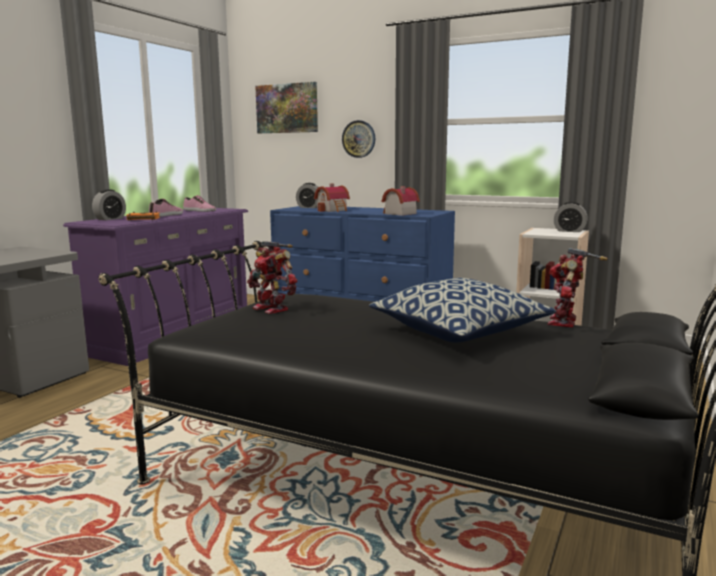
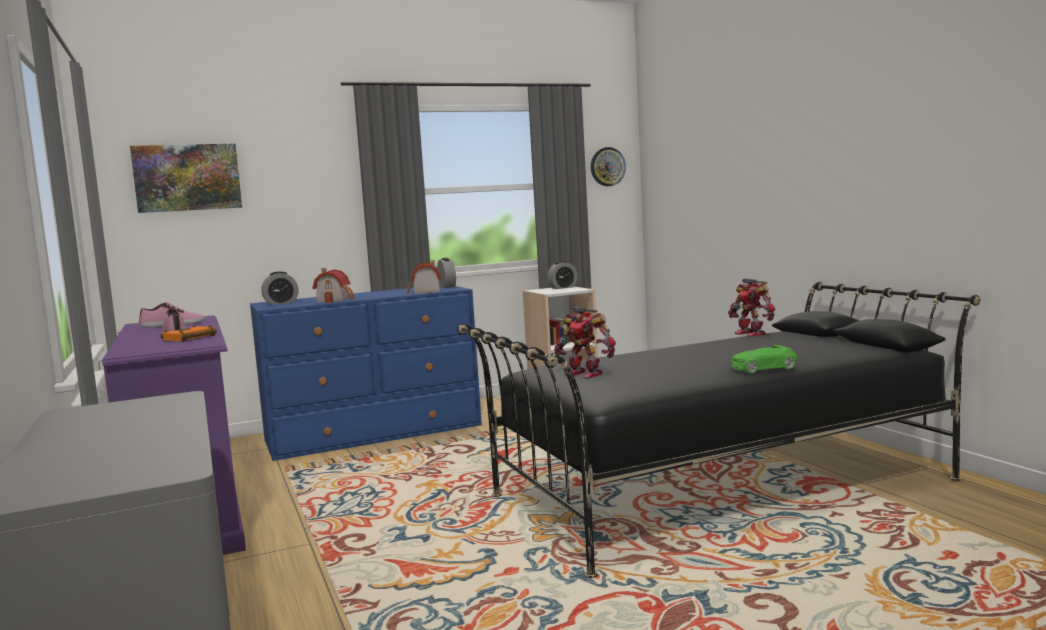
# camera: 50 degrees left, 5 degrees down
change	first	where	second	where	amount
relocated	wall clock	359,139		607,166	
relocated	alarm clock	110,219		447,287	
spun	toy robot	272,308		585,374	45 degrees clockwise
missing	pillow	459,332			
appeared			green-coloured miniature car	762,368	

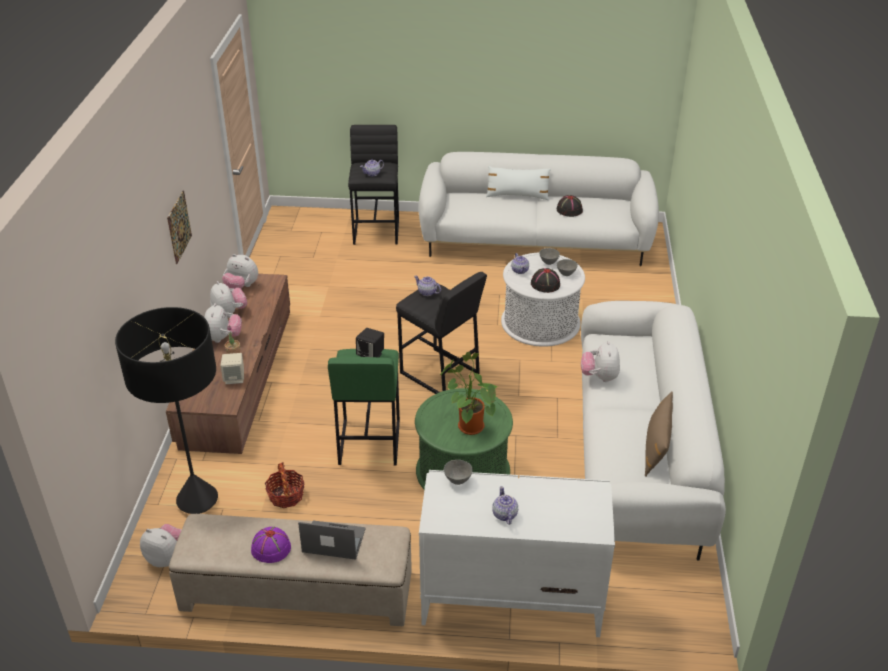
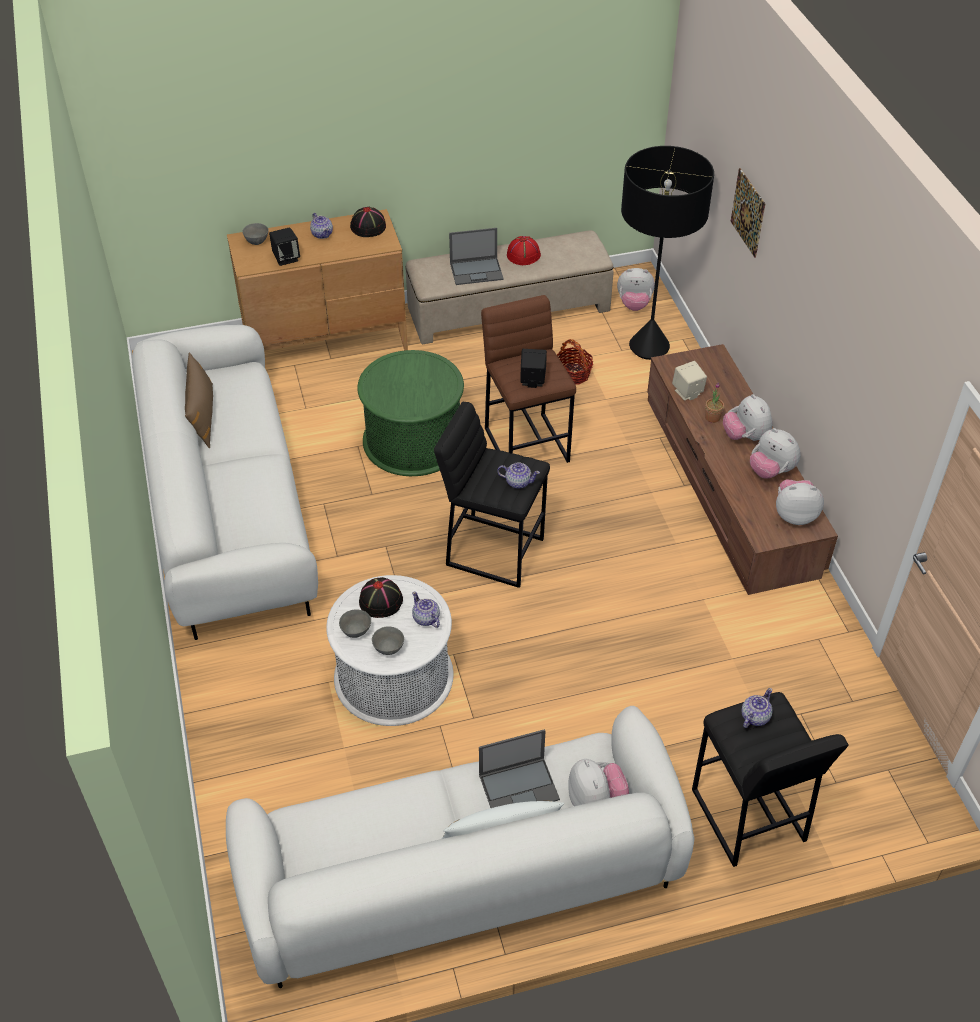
# camera: 160 degrees right, 10 degrees up
change	first	where	second	where	amount
relocated	wall art	179,227		748,212	
relocated	black clothing hat	569,209		368,227	
relocated	plush toy	599,377		596,801	
colour	green-coloured sitting stool	369,443	brownish sitting stool	526,443	
missing	potted plant	468,426			
relocated	gray deep dish	457,481		257,242	
colour	whitish cabinet	510,601	brownish cabinet	326,343	
colour	purplish clothing hat	270,548	red-coloured clothing hat	523,255	
appeared			black speaker	286,258	
appeared			notebook computer	519,787	

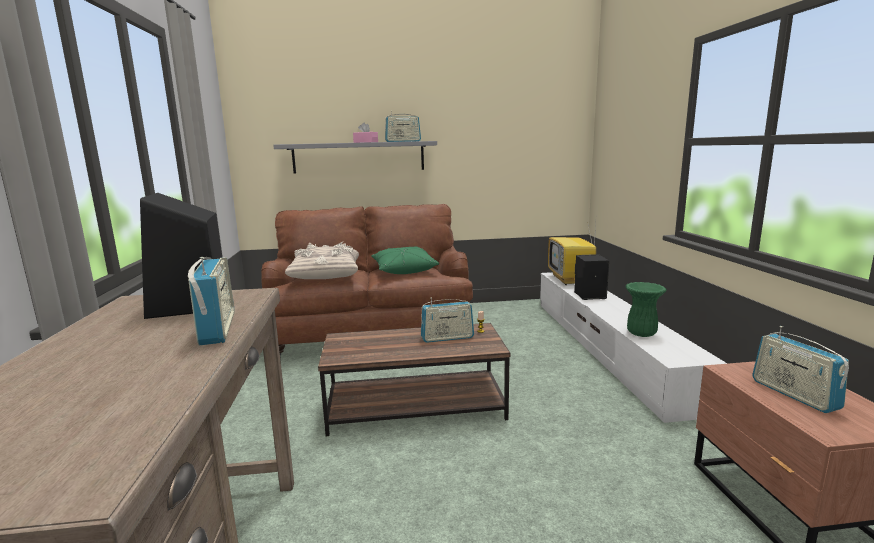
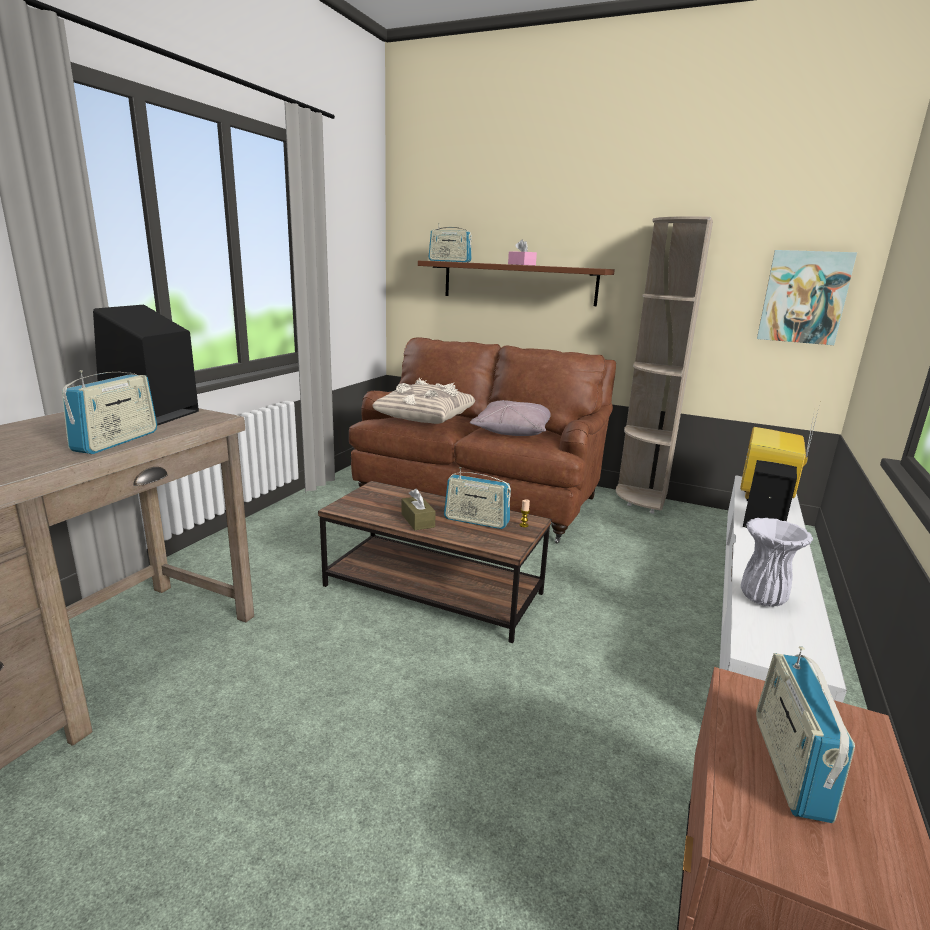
# camera: 30 degrees right, 5 degrees up
change	first	where	second	where	amount
relocated	radio set	403,141		449,261	
colour	gray shelf	359,157	brownish shelf	518,283	
colour	green-coloured pillow	403,270	purplish pillow	513,430	
colour	green-coloured decorative vase	640,333	whitish decorative vase	761,598	
appeared			beige-coloured bookshelf	640,503	
appeared			wall art	804,297	
appeared			brownish tissue box	417,520	

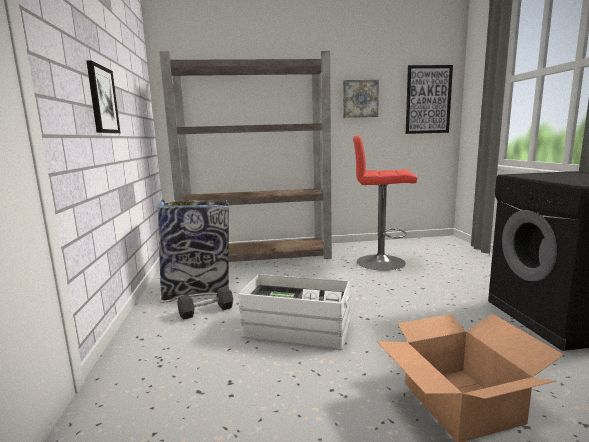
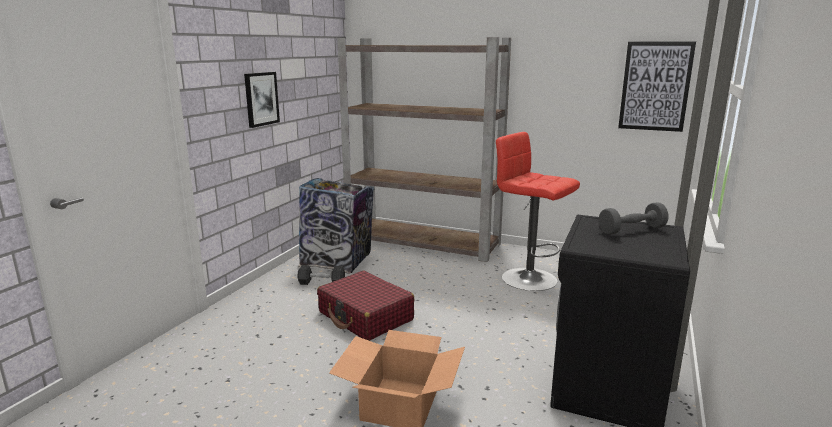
# camera: 30 degrees right, 5 degrees up
change	first	where	second	where	amount
missing	wall art	360,99			
exchanged	whitish storage box	297,328	red-coloured travel case	365,316	
appeared			gray hand weight	631,230	

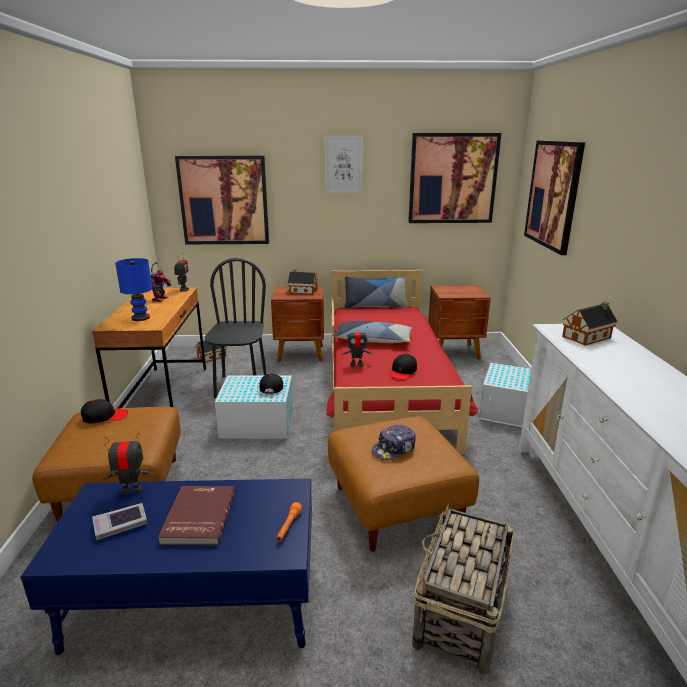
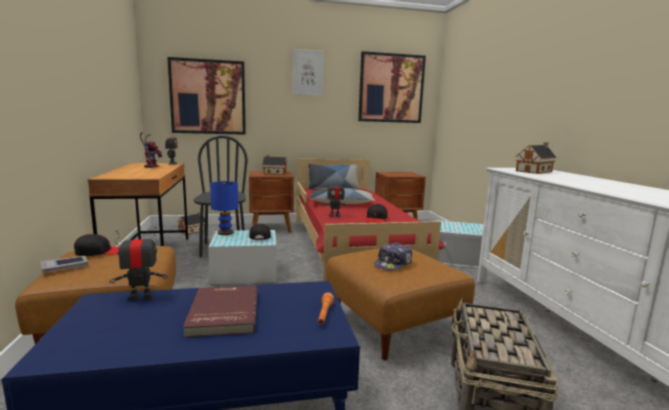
# camera: 10 degrees left, 10 degrees down
change	first	where	second	where	amount
missing	wall art	553,194			
relocated	blue tabletop lamp	141,318		226,232	
relocated	volume	120,524		65,267	

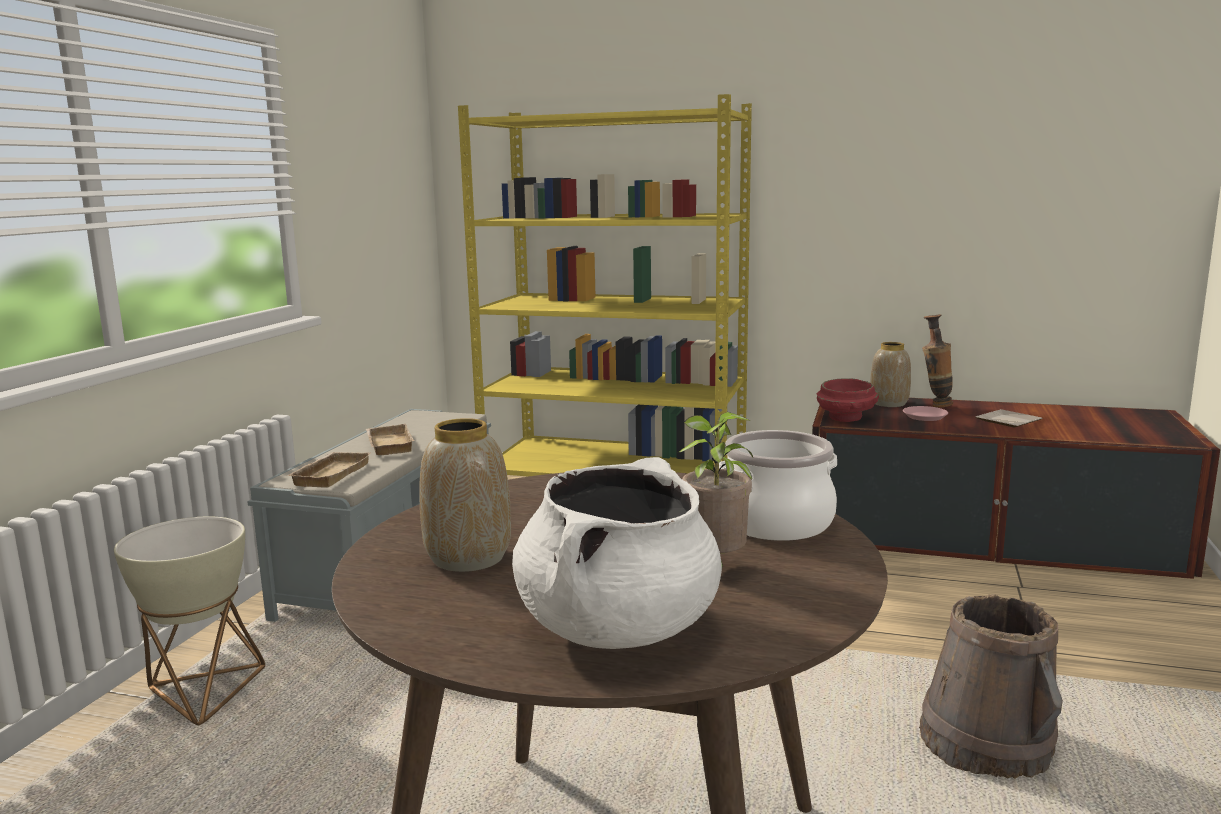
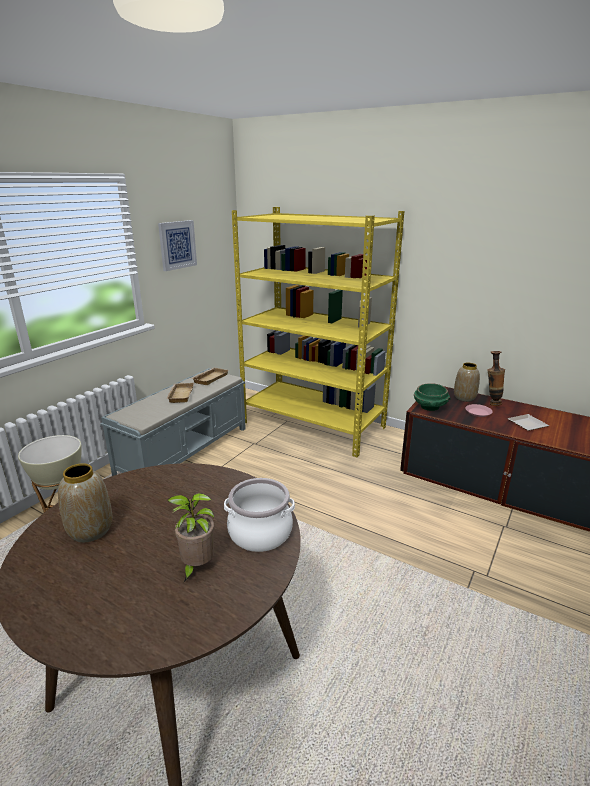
# camera: 15 degrees right, 10 degrees up
change	first	where	second	where	amount
colour	red-coloured deep dish	846,418	green-coloured deep dish	430,407	
relocated	beige-coloured serving tray	329,474		210,378	
missing	whitish saucepot	618,628			
missing	brownish bucket	986,742			
appeared			wall art	177,245	

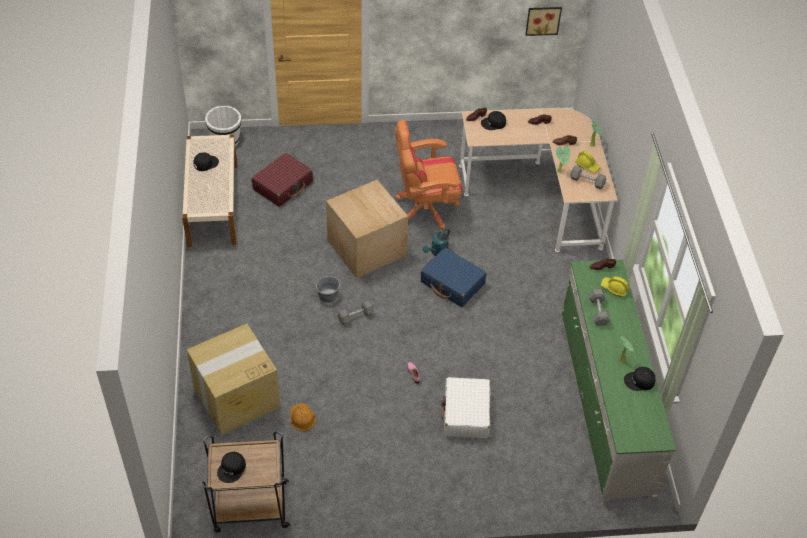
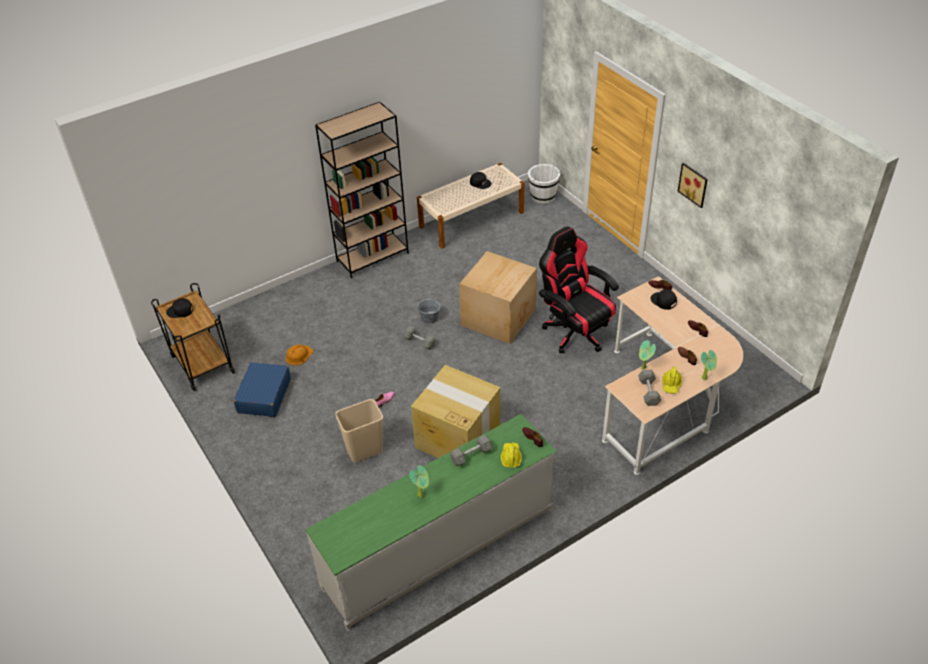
# camera: 65 degrees right, 5 degrees down
change	first	where	second	where	amount
relocated	wall art	543,20		694,184	
colour	orange computer chair	426,208	black computer chair	576,333	
missing	red-coloured travel case	283,186			
missing	blue-green sprinkling can	437,252			
relocated	blue travel case	452,283		264,396	
relocated	carton	235,398		457,437	
missing	black peaked cap	639,381			
exchanged	whitish travel case	466,413	beige-coloured waste bin	364,451	
appeared			beige-coloured bookshelf	373,257	

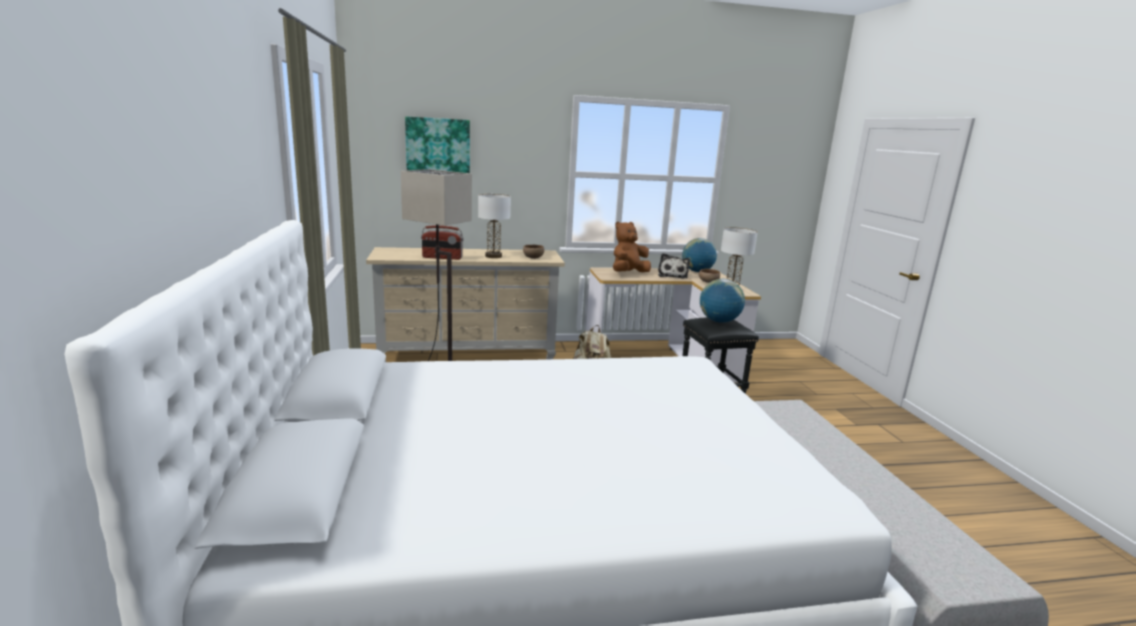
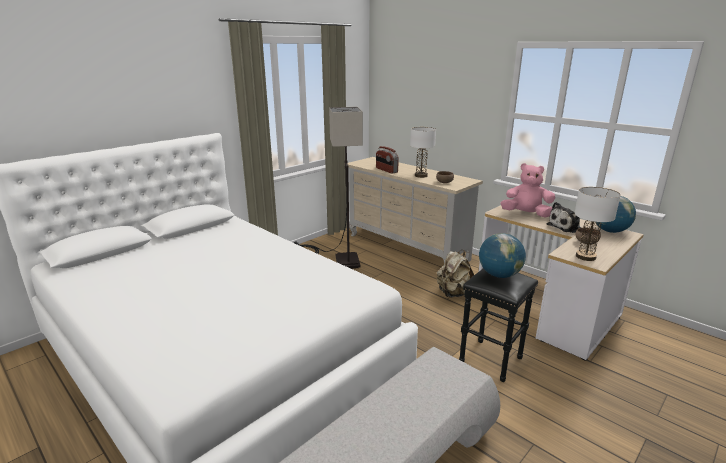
# camera: 55 degrees right, 5 degrees up
change	first	where	second	where	amount
missing	wall art	438,150			
colour	brownish plush toy	628,273	pinkish plush toy	526,214	

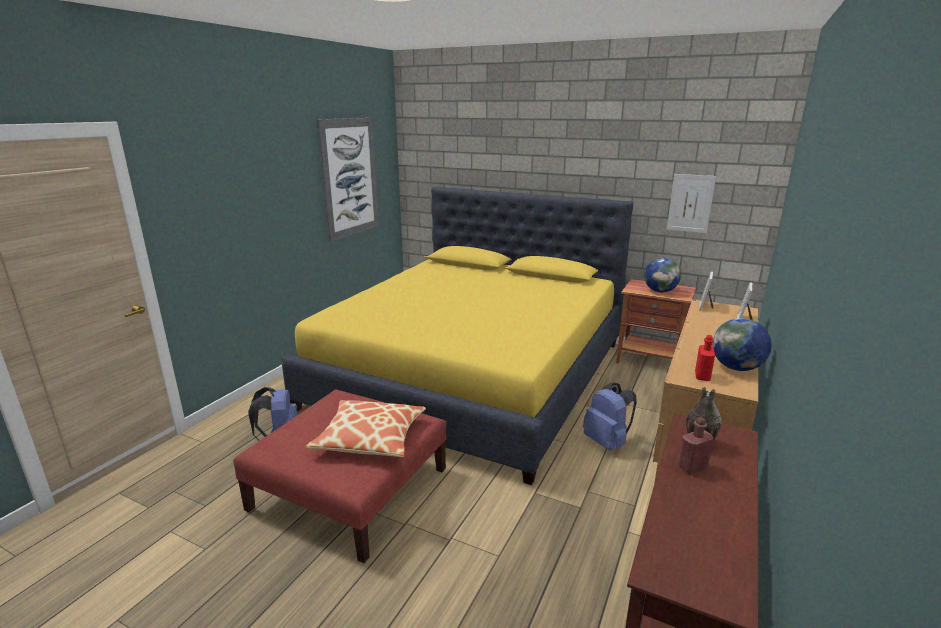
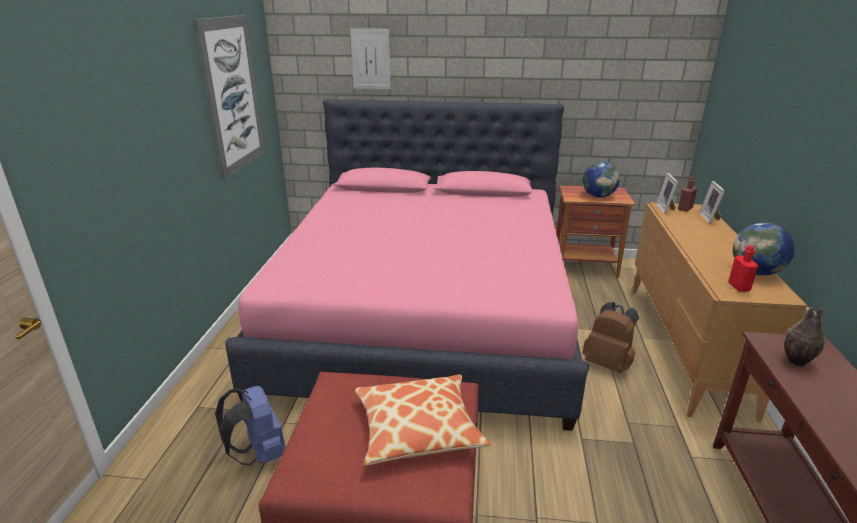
# camera: 20 degrees left, 5 degrees up
change	first	where	second	where	amount
relocated	wall art	690,203		370,59	
colour	yellow-coloured bedroom bed	472,373	pinkish bedroom bed	425,313	
colour	blue backpack	607,442	brownish backpack	608,363	
relocated	red-coloured drink bottle	692,467		685,209	

